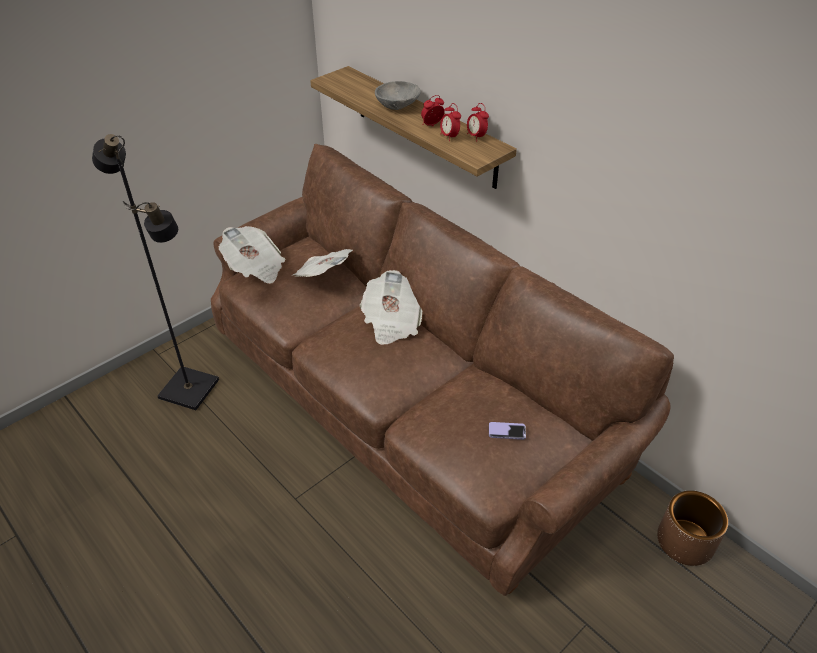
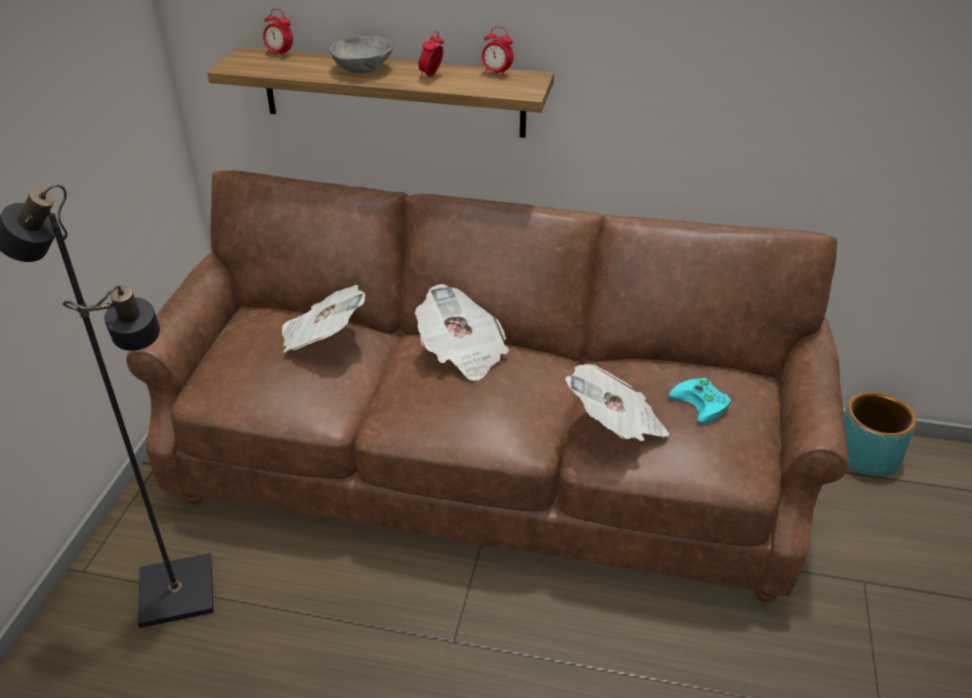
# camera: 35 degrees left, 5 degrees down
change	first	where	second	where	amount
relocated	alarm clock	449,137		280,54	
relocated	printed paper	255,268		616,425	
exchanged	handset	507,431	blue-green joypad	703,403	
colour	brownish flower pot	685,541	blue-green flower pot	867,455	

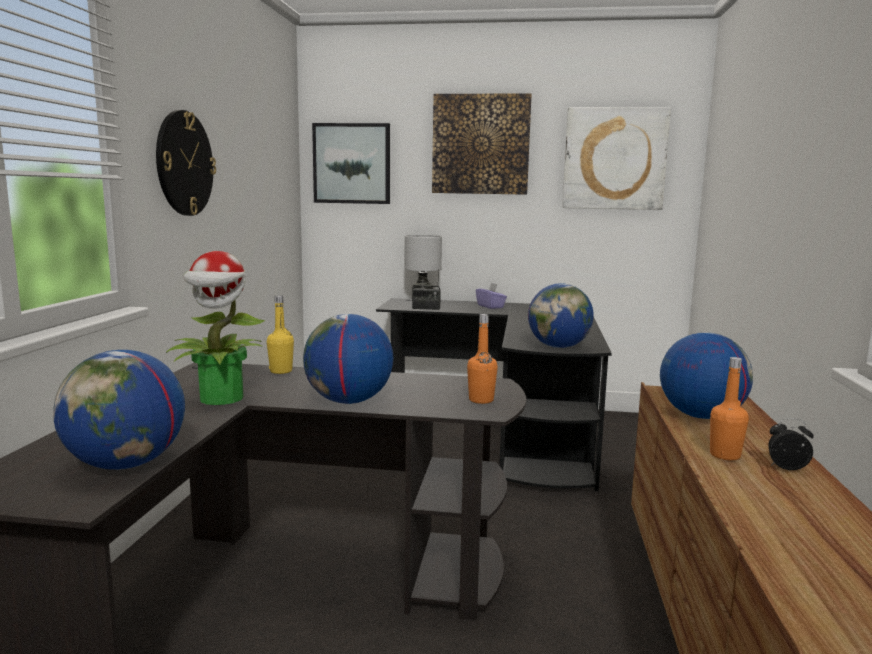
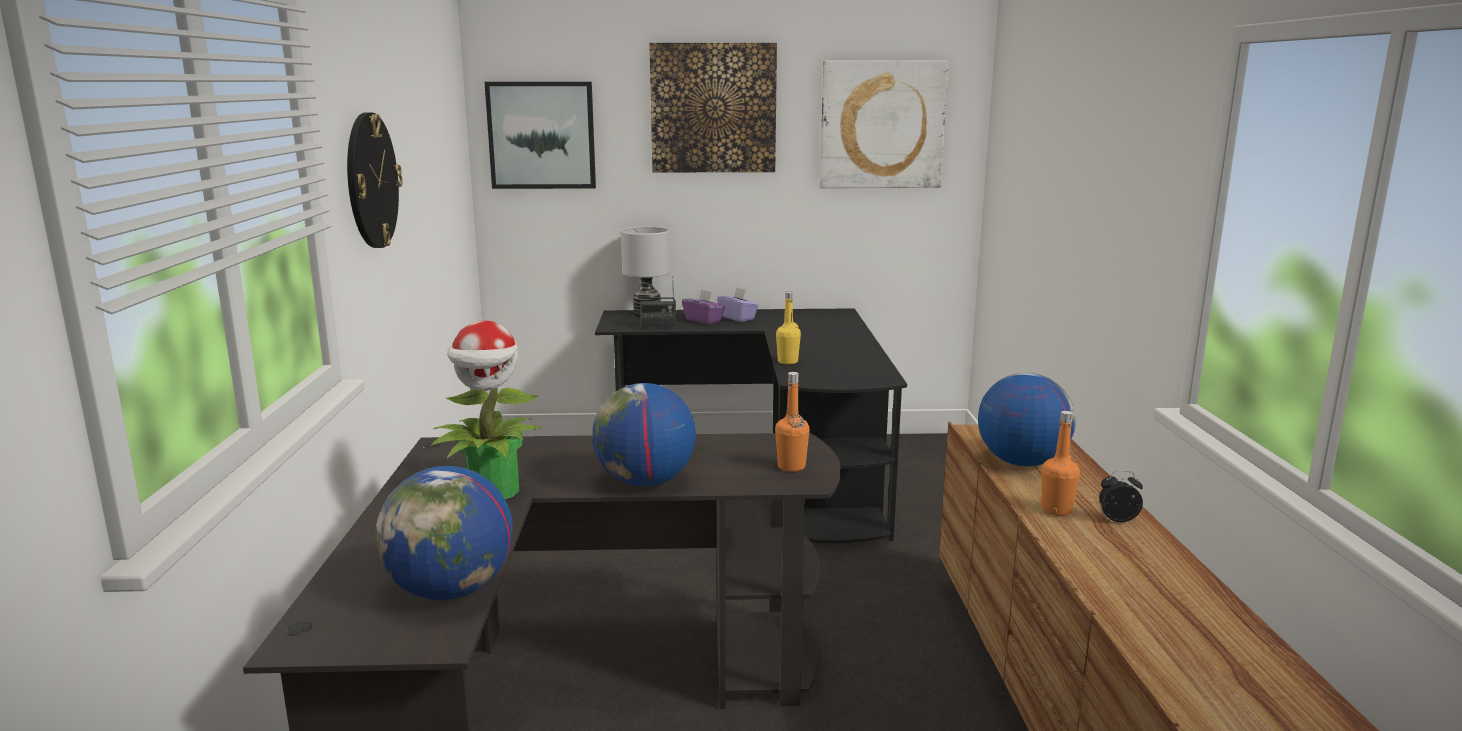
# camera: 10 degrees left, 5 degrees up
change	first	where	second	where	amount
missing	desk globe	559,347			
relocated	yellow-coloured drink bottle	281,371		787,362	
appeared			purplish tissue box	703,320	

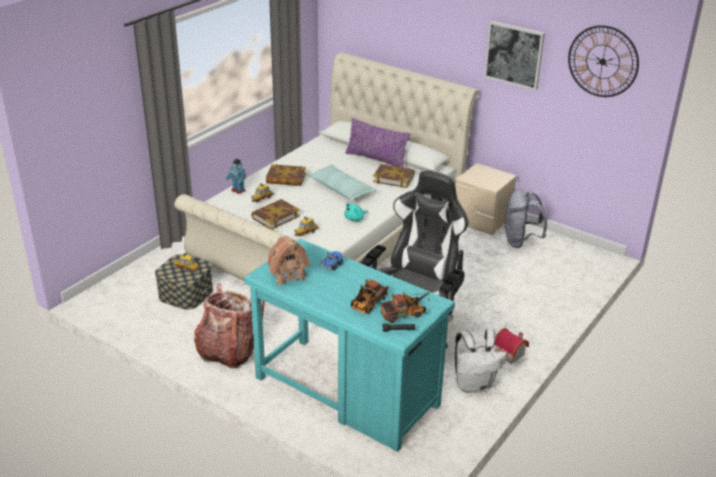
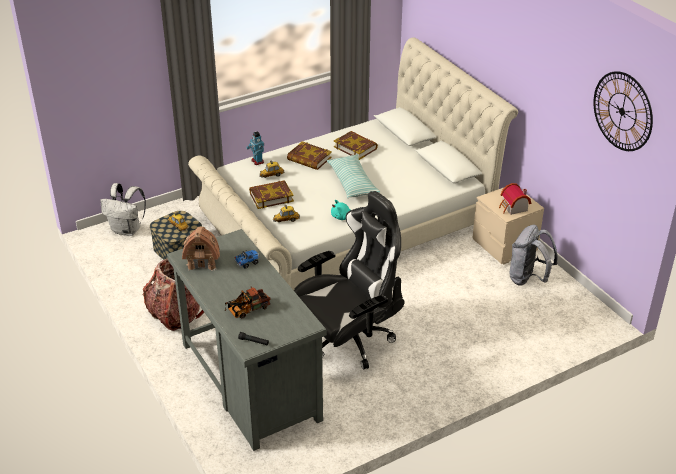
# camera: 25 degrees right, 5 degrees up
change	first	where	second	where	amount
missing	wall art	514,54			
missing	purplish pillow	376,160			
relocated	volume	393,178		355,148	
colour	blue-green desk	345,392	gray desk	249,381	
missing	model truck	405,314			
relocated	miniature house	508,355		513,208	
relocated	whitish backpack	474,385		127,230	

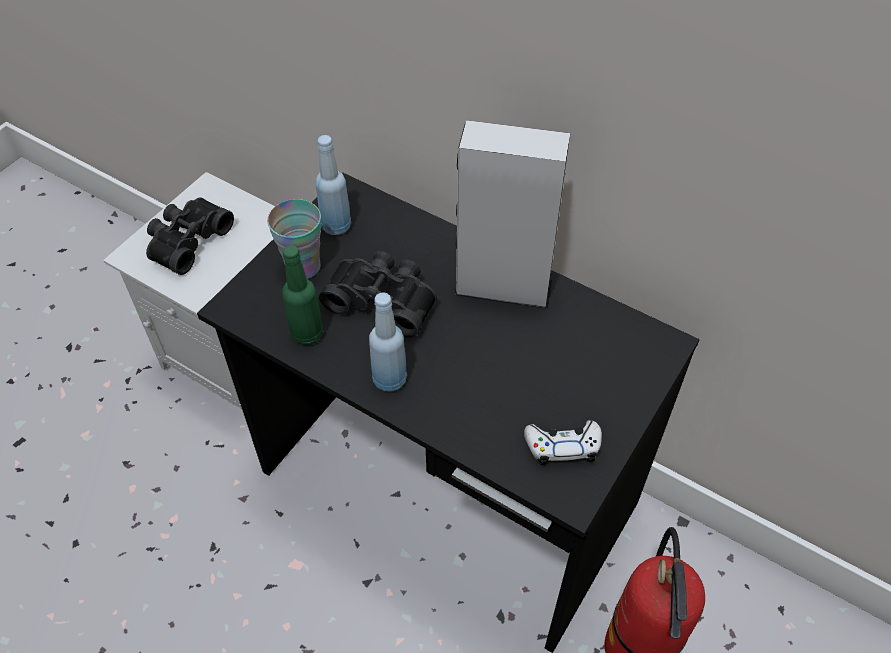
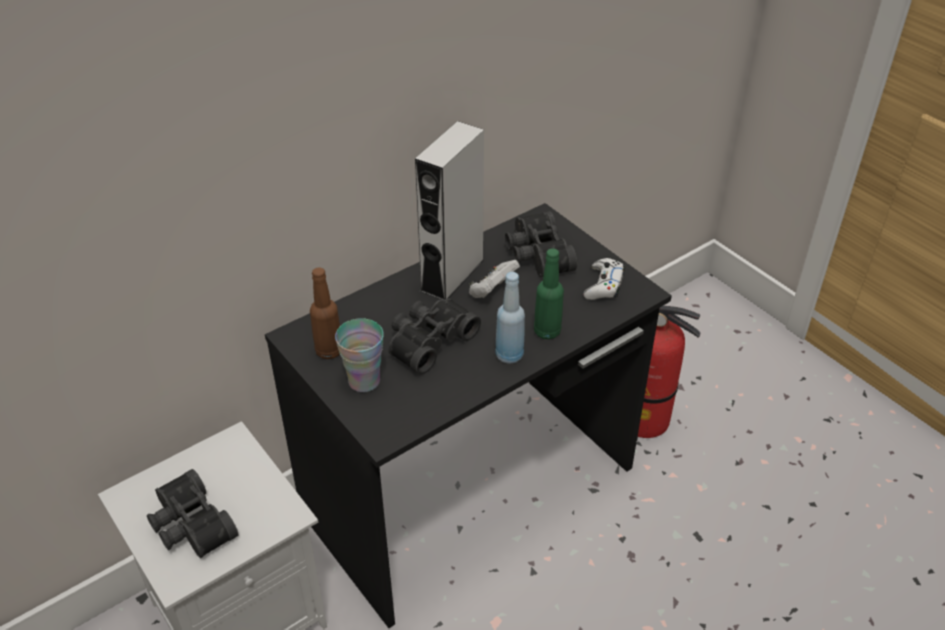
# camera: 70 degrees left, 10 degrees down
change	first	where	second	where	amount
colour	blue drink bottle	336,226	brownish drink bottle	329,351	
relocated	green-coloured drink bottle	307,333		547,331	
appeared			black pair of binoculars	536,255	
appeared			whitish joypad	492,291	

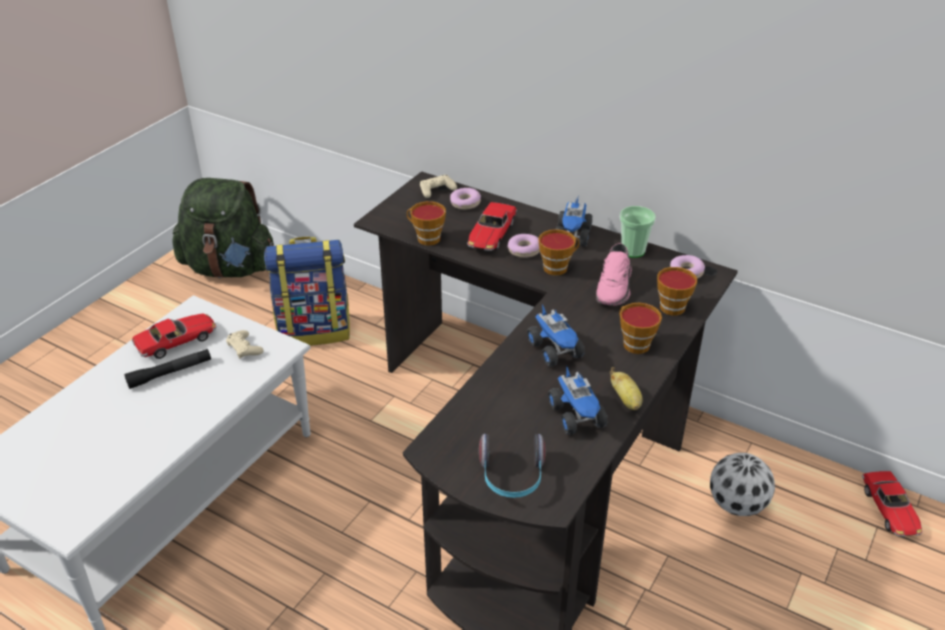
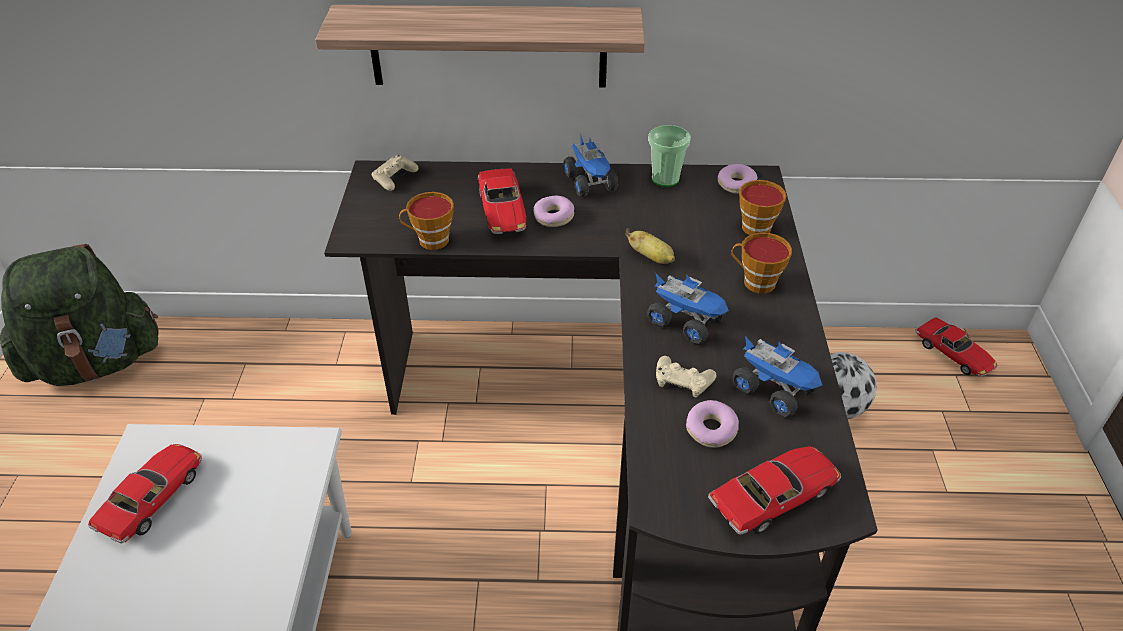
# camera: 30 degrees left, 5 degrees up
change	first	where	second	where	amount
relocated	ring doughnut	465,203		711,430	
missing	small cup	558,267			
missing	backpack	314,330			
missing	pinkish item of footwear	615,287			
relocated	beige-coloured joypad	244,348		683,381	
missing	black torch	170,373			
relocated	banana fruit	626,400		651,257	
exchanged	headphones	512,477	miniature car	774,497	
appeared			shelf	488,46	

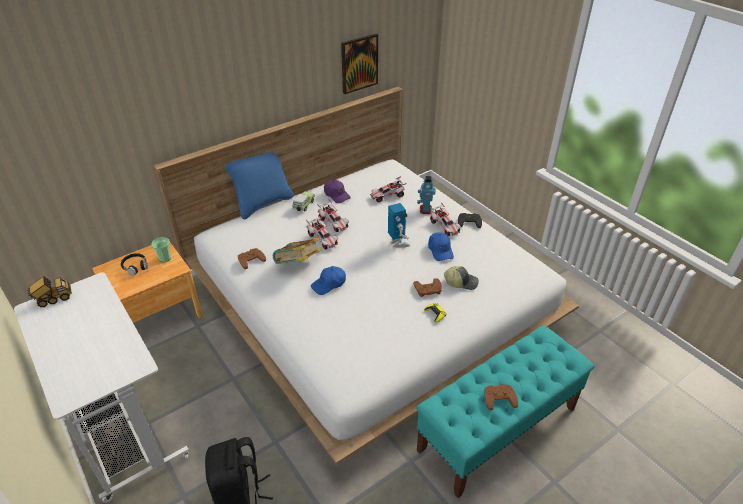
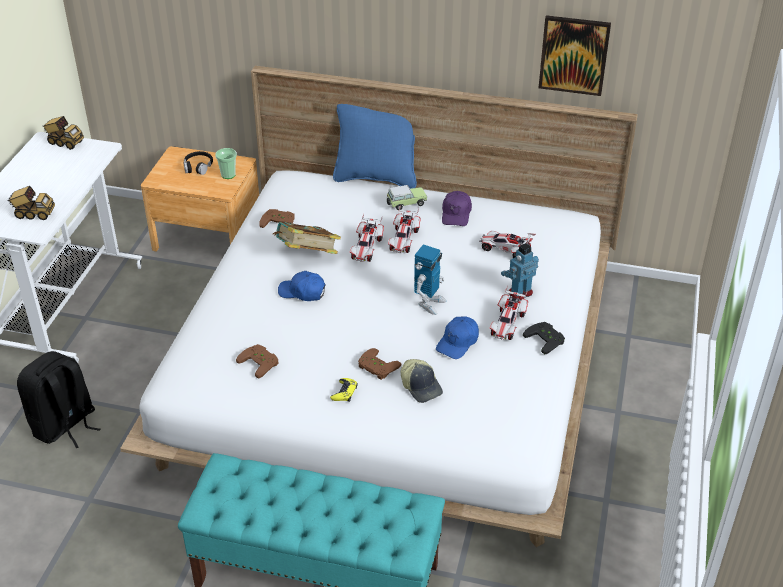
# camera: 50 degrees right, 0 degrees up
change	first	where	second	where	amount
relocated	brownish joypad	499,397		261,362	
appeared			model truck	33,214	

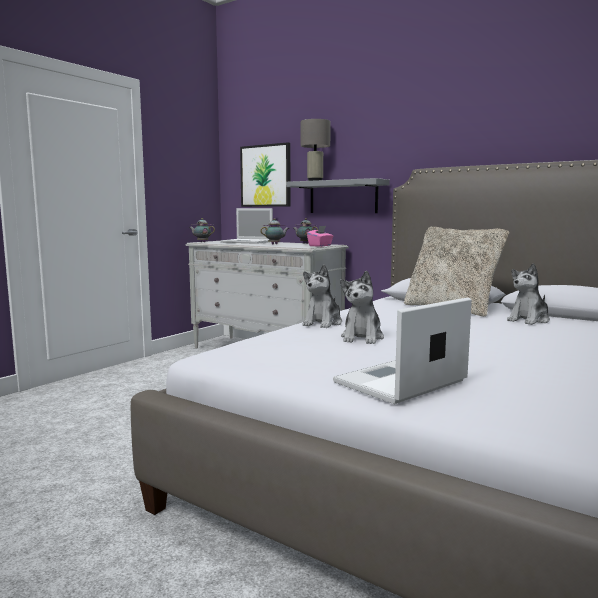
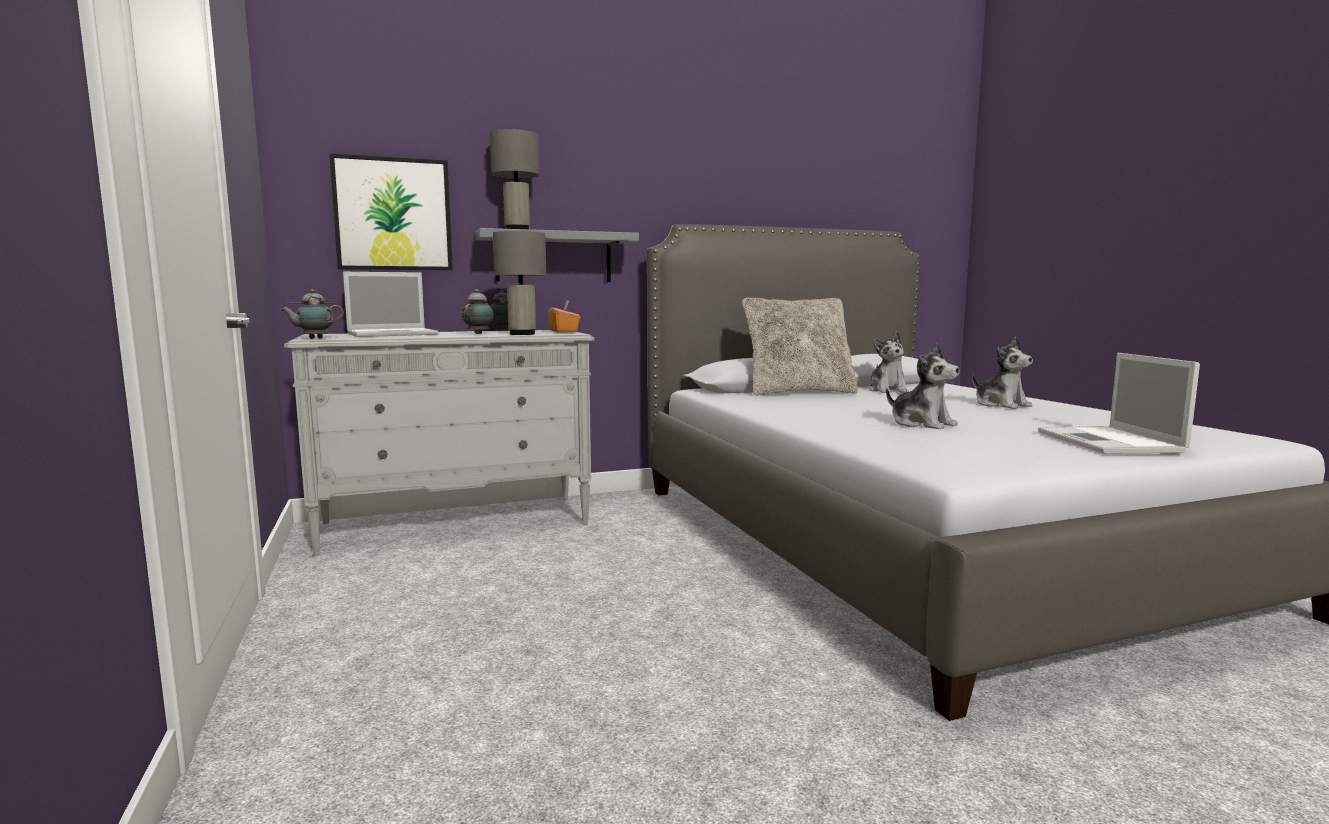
# camera: 55 degrees left, 0 degrees up
change	first	where	second	where	amount
colour	pinkish tissue box	320,246	orange tissue box	564,331	
relocated	plush toy	323,323		1001,405	
appeared			gray tabletop lamp	522,334	

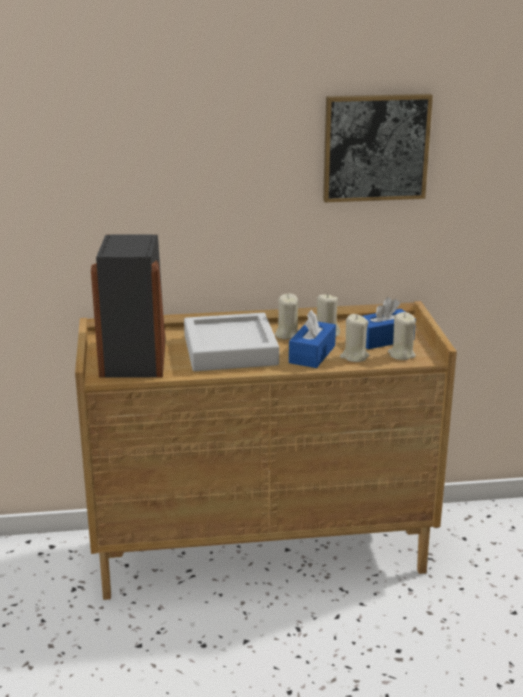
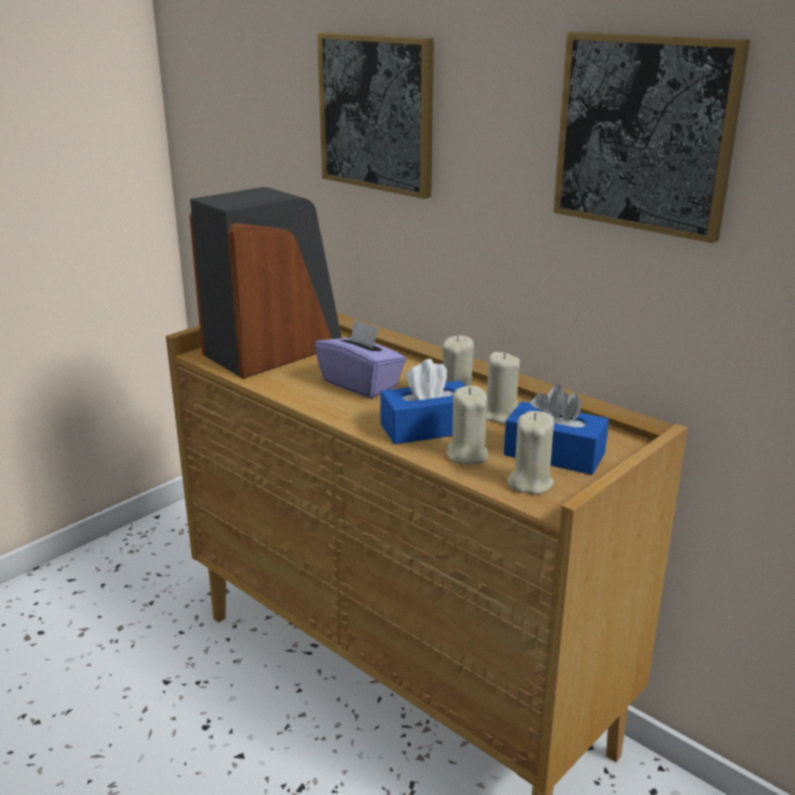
# camera: 50 degrees right, 0 degrees up
change	first	where	second	where	amount
exchanged	gray serving tray	230,350	purplish tissue box	361,384	
appeared			wall art	377,113	

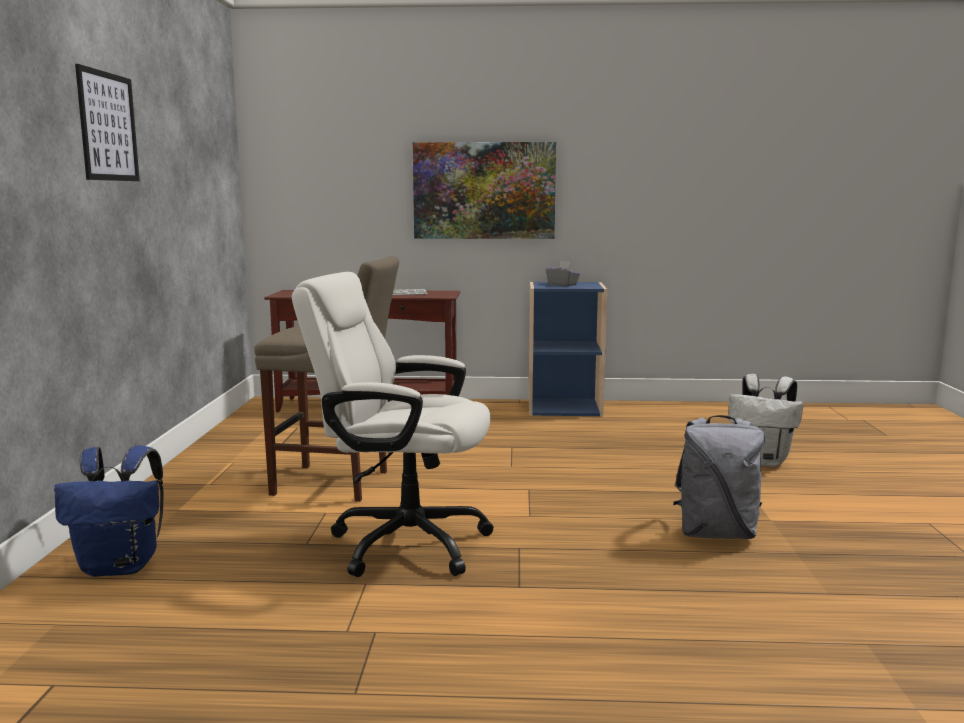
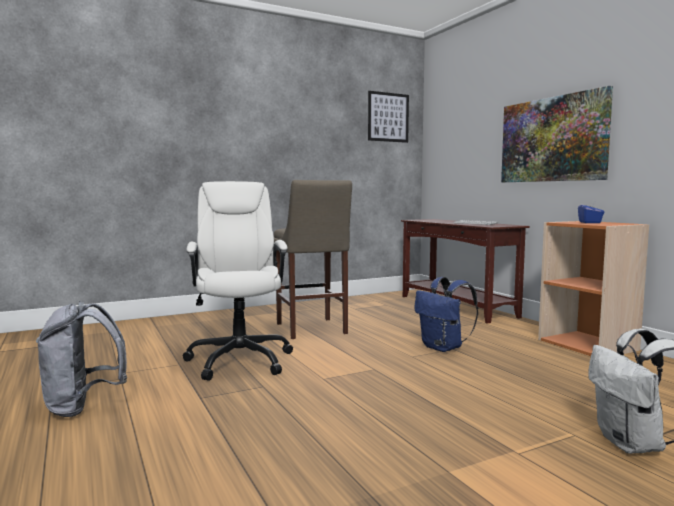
# camera: 60 degrees right, 5 degrees down
change	first	where	second	where	amount
relocated	wall art	108,127		388,117	
colour	gray tissue box	562,285	blue tissue box	590,222	
colour	blue bookshelf	565,407	orange bookshelf	589,345	
relocated	gray backpack	716,533		83,407	
relocated	blue backpack	121,566		443,348	

